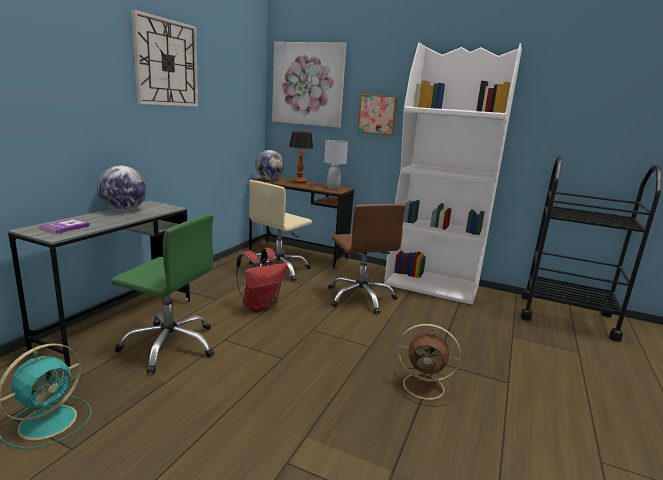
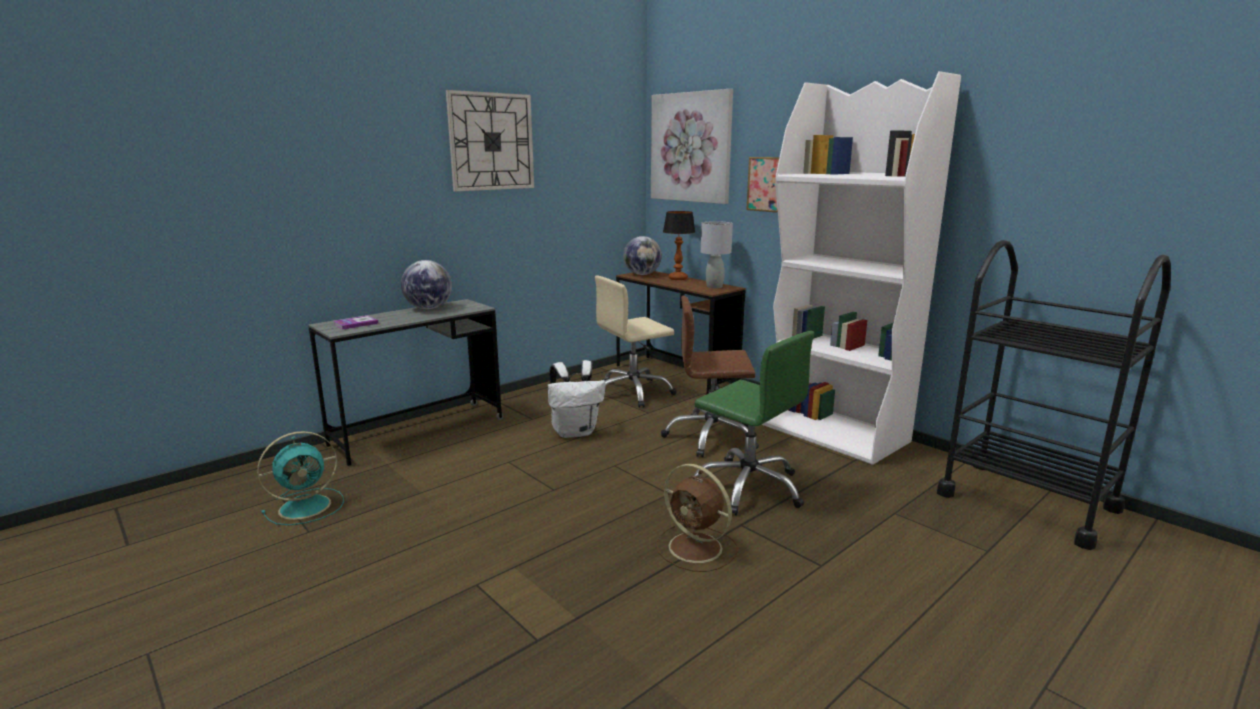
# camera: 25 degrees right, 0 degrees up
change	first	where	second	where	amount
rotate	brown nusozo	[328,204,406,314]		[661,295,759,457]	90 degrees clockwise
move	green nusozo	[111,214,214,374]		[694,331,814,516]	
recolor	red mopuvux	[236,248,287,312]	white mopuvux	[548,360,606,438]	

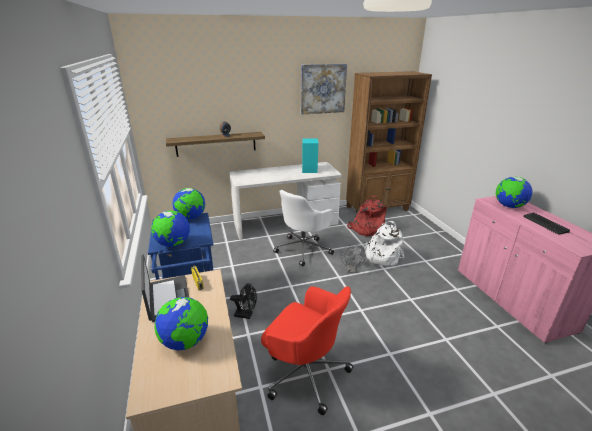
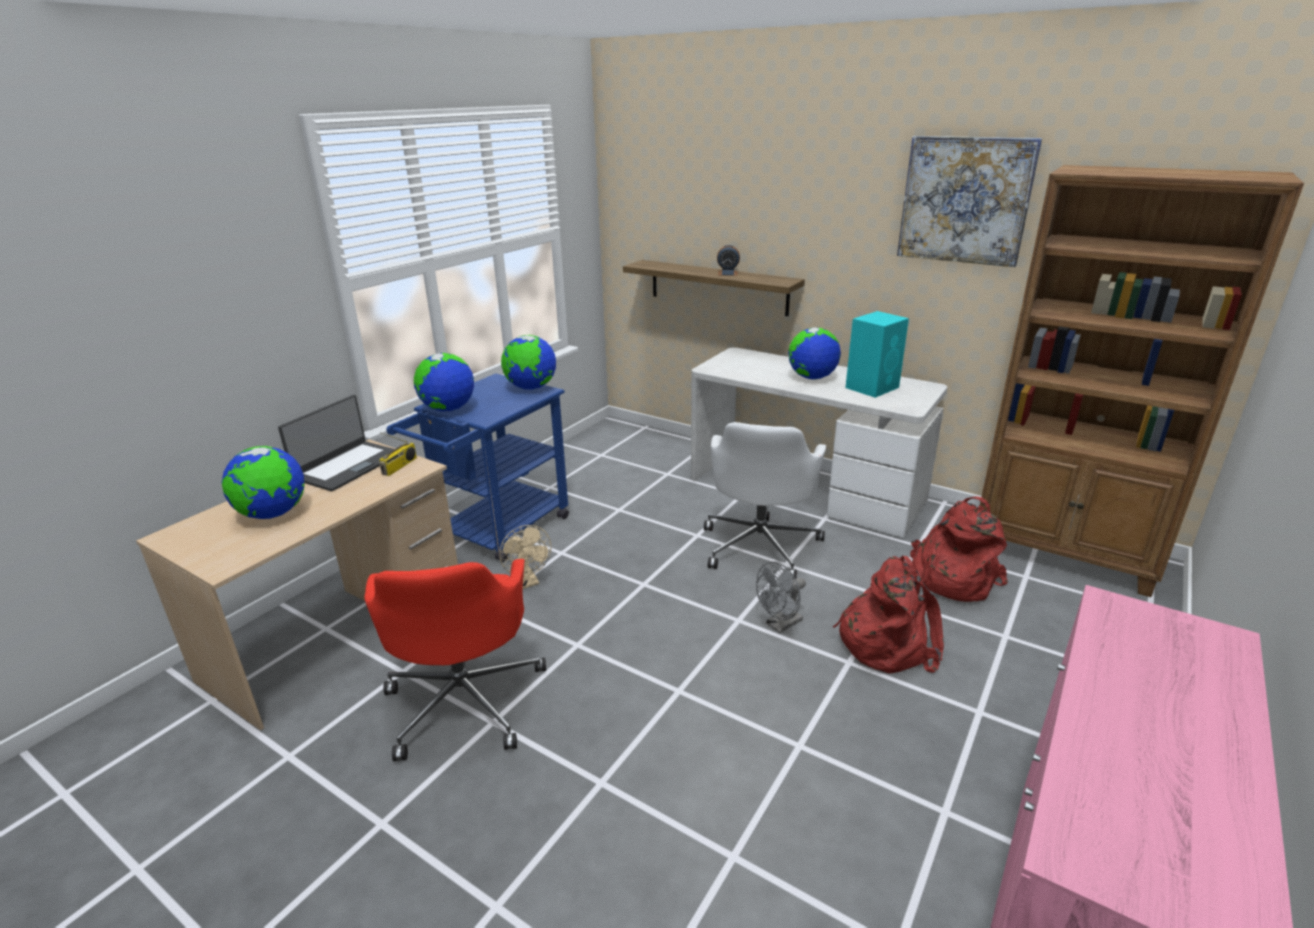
# camera: 50 degrees right, 0 degrees up
change	first	where	second	where	amount
move	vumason	[496,176,532,208]		[788,328,841,380]	
rotate	white nusozo	[273,190,334,266]		[704,422,826,579]	75 degrees counterclockwise
delete	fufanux	[523,213,570,234]			
recolor	white mopuvux	[364,221,405,266]	red mopuvux	[833,556,944,674]	
recolor	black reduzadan	[230,283,257,319]	beige reduzadan	[499,525,551,589]	

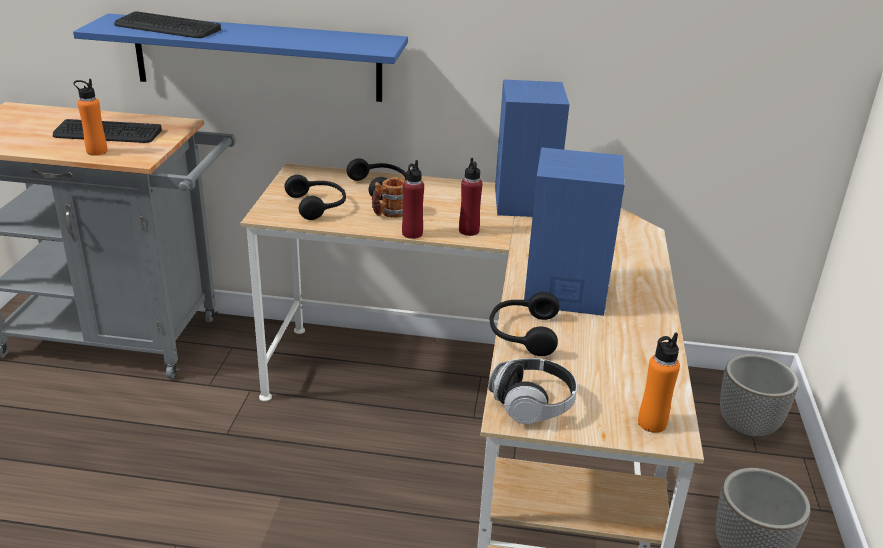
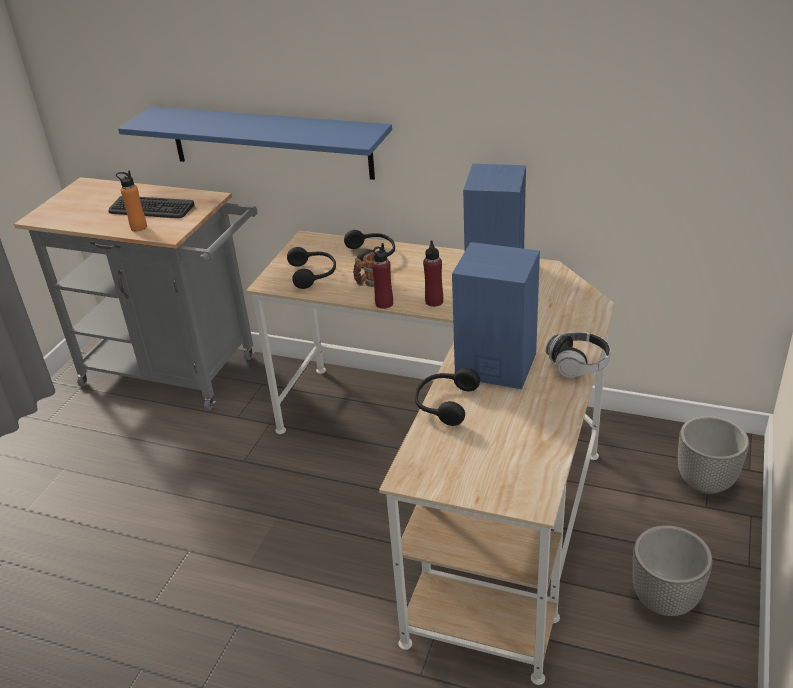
# camera: 15 degrees right, 5 degrees up
change	first	where	second	where	amount
delete	fufanux	[114,11,221,38]			
delete	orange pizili	[638,333,680,433]			
move	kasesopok	[488,358,577,424]		[546,332,611,378]	

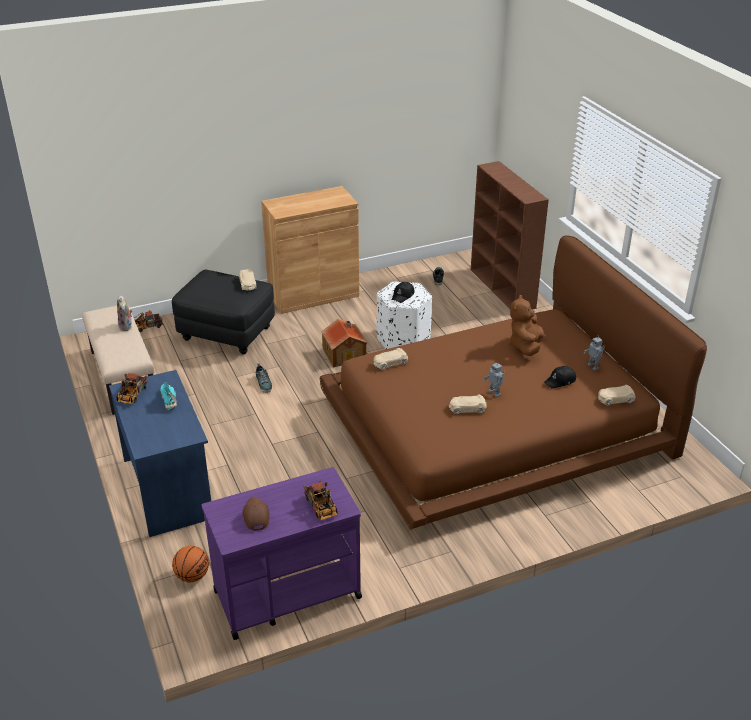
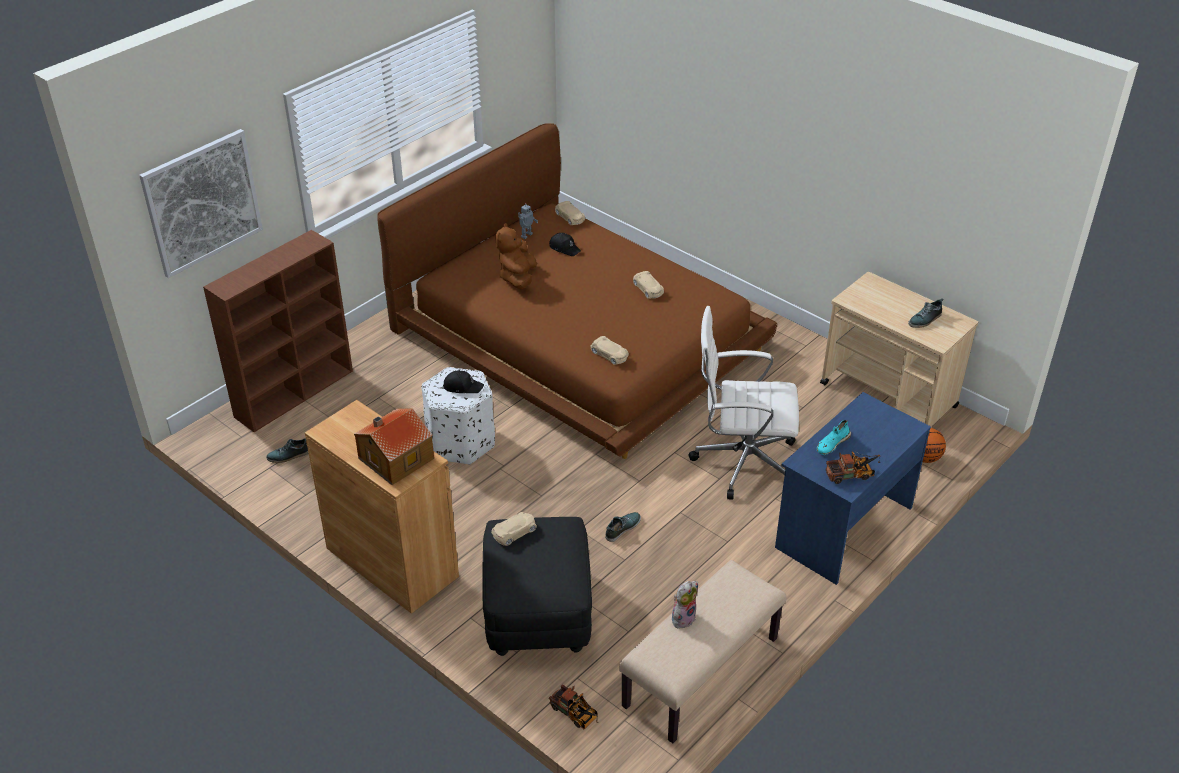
# camera: 115 degrees left, 5 degrees up
change	first	where	second	where	amount
rotate	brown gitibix	[509,295,544,356]		[495,223,537,289]	105 degrees clockwise
move	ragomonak	[321,319,367,367]		[354,409,434,485]	
delete	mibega	[484,361,505,397]			
recolor	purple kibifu	[201,467,362,640]	beige kibifu	[820,272,978,427]	
delete	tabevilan	[304,481,338,520]			
replace	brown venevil	[243,497,270,531]	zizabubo	[908,298,944,328]	
insert			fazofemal	[139,129,263,278]	
insert			white nusozo	[688,306,799,500]	

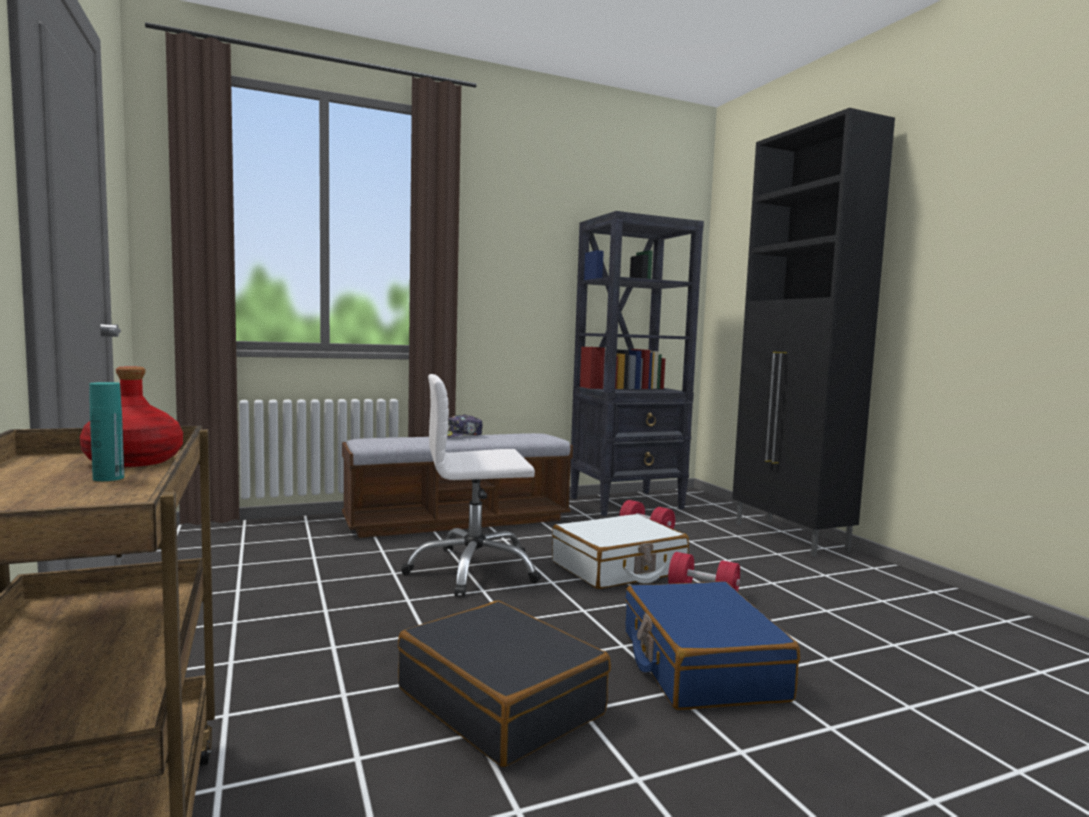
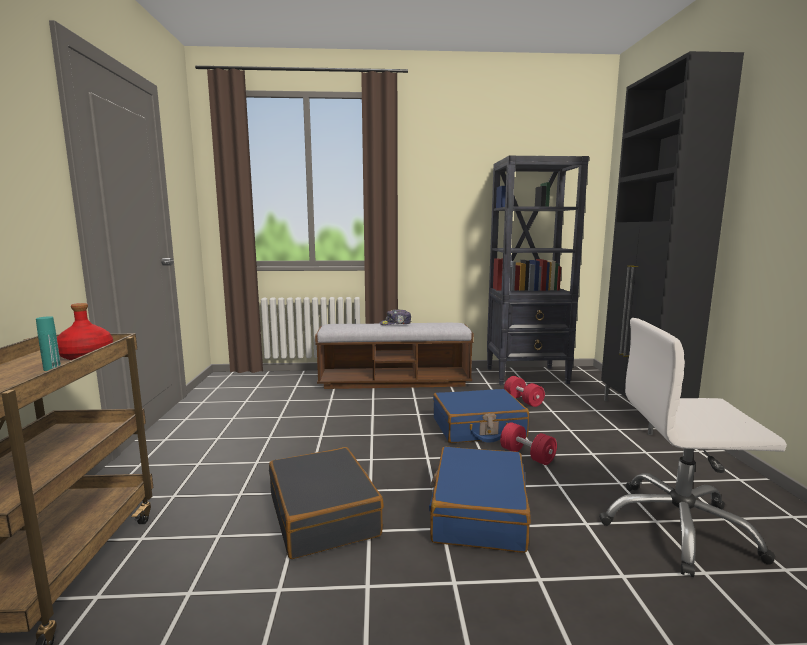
# camera: 20 degrees right, 5 degrees up
change	first	where	second	where	amount
move	white nusozo	[401,374,541,597]		[599,318,787,577]	
recolor	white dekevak	[552,514,689,589]	blue dekevak	[433,389,529,443]	

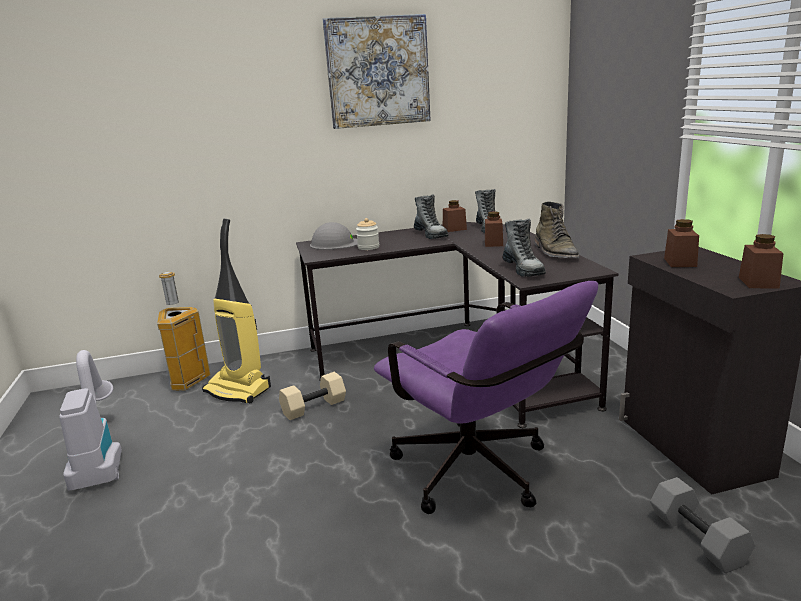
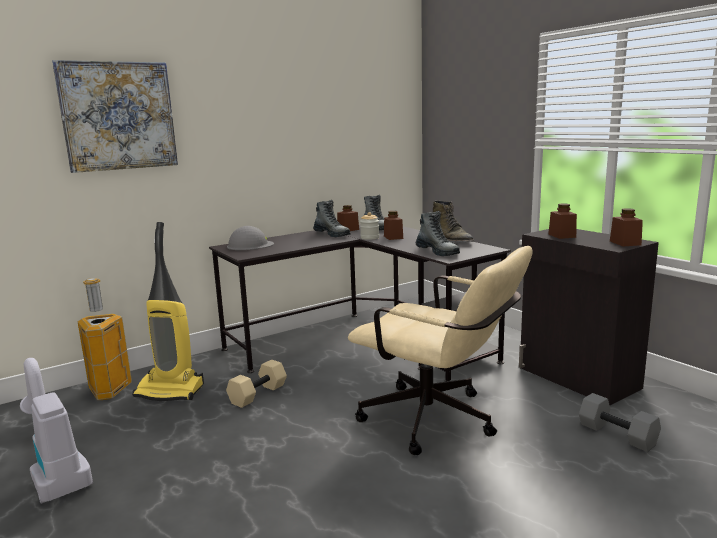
# camera: 20 degrees left, 5 degrees down
change	first	where	second	where	amount
move	fazofemal	[323,14,431,129]		[52,60,178,173]	
move	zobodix	[356,218,379,250]		[360,212,379,240]	
recolor	purple nusozo	[374,281,598,514]	beige nusozo	[348,246,532,455]	

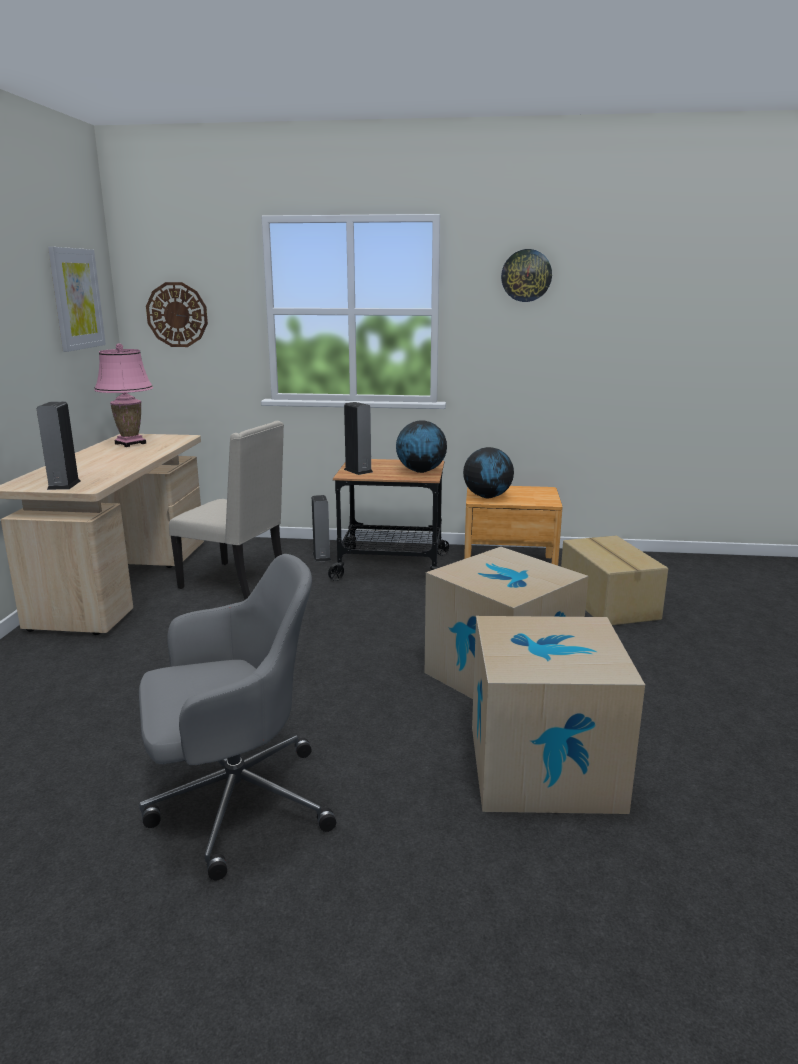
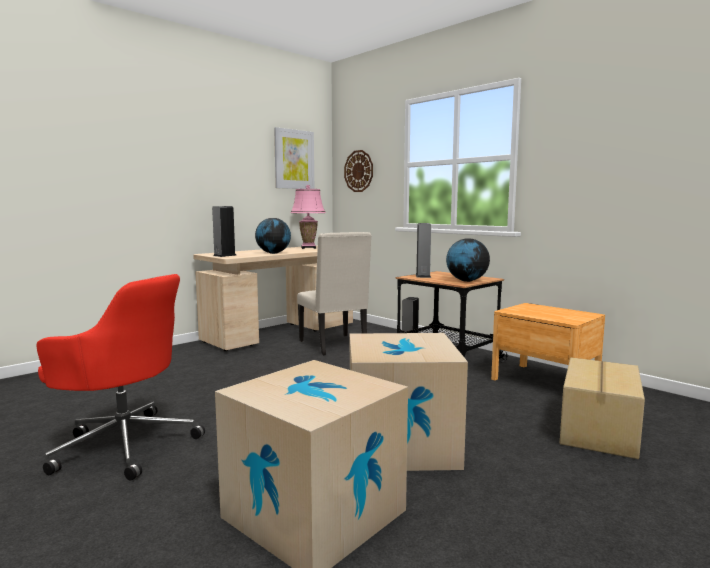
# camera: 40 degrees right, 10 degrees down
change	first	where	second	where	amount
delete	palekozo	[501,249,552,302]			
move	vumason	[463,447,514,498]		[255,218,291,254]	
recolor	grey nusozo	[139,554,336,881]	red nusozo	[37,274,205,481]	

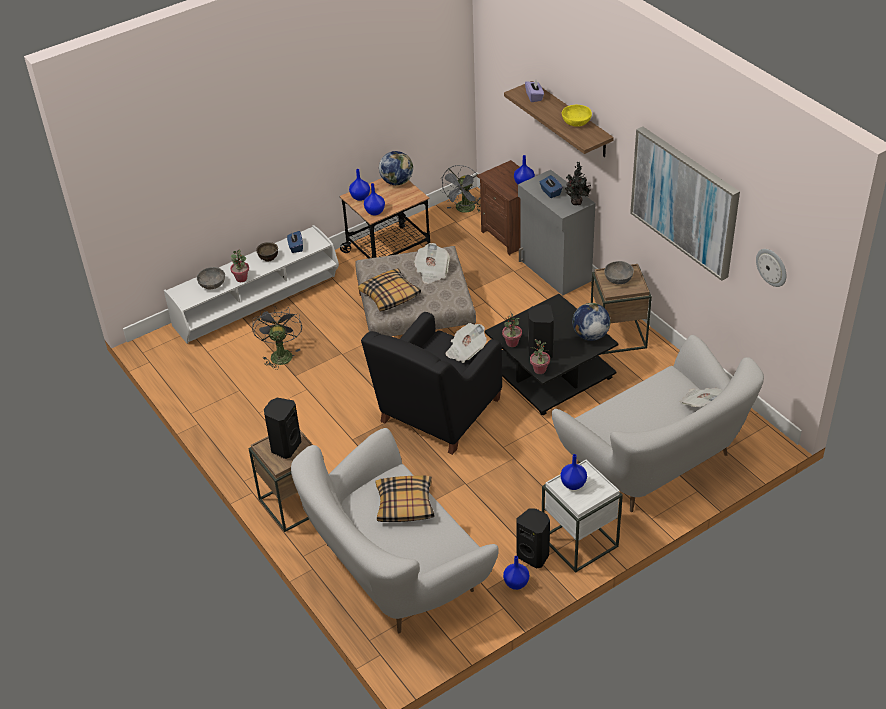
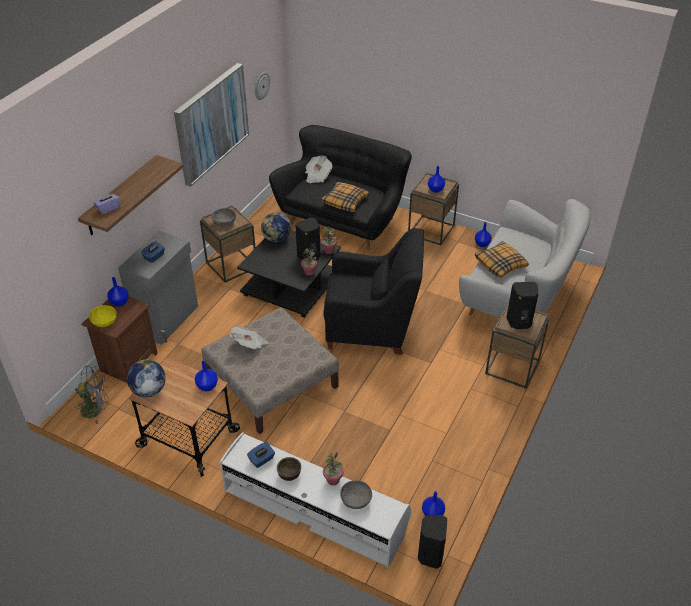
# camera: 120 degrees left, 0 degrees up
change	first	where	second	where	amount
move	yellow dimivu	[562,105,592,127]		[89,305,117,327]	
delete	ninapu	[565,162,591,206]			
move	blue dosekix	[349,169,370,201]		[422,491,445,516]	
move	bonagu	[358,268,421,311]		[321,182,369,212]	
delete	grey reduzadan	[252,306,302,370]			
delete	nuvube	[445,323,487,363]			
recolor	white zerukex	[552,335,764,512]	black zerukex	[269,125,412,249]	
recolor	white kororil	[542,460,623,573]	brown kororil	[408,173,459,245]	
move	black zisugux	[517,509,550,569]		[418,515,447,569]	

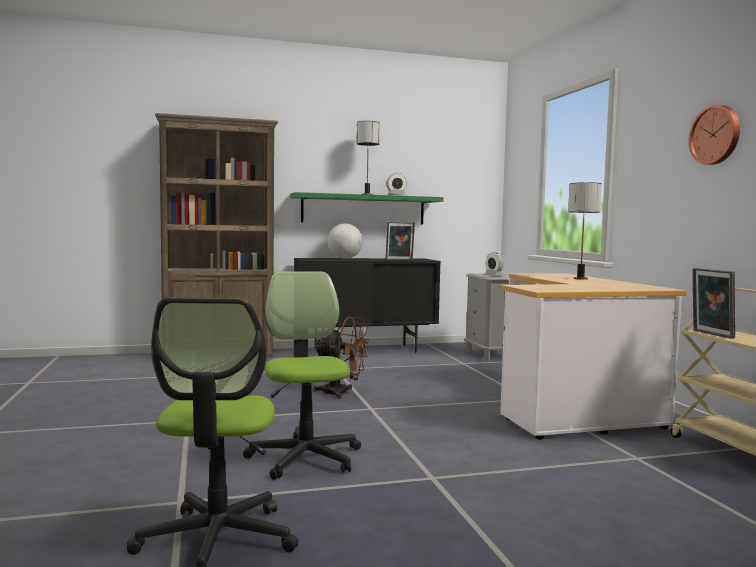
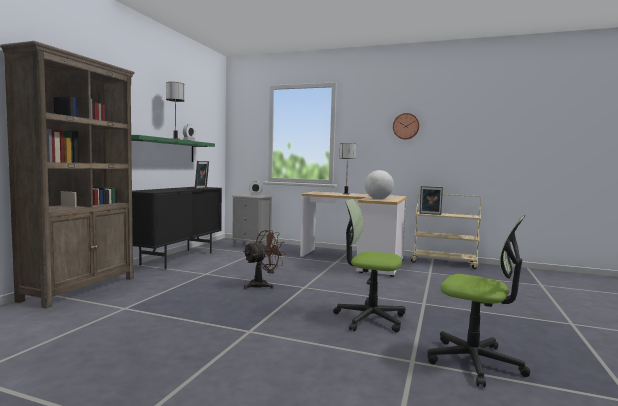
# camera: 55 degrees left, 0 degrees up
change	first	where	second	where	amount
move	vumason	[328,223,363,259]		[365,170,394,199]	

